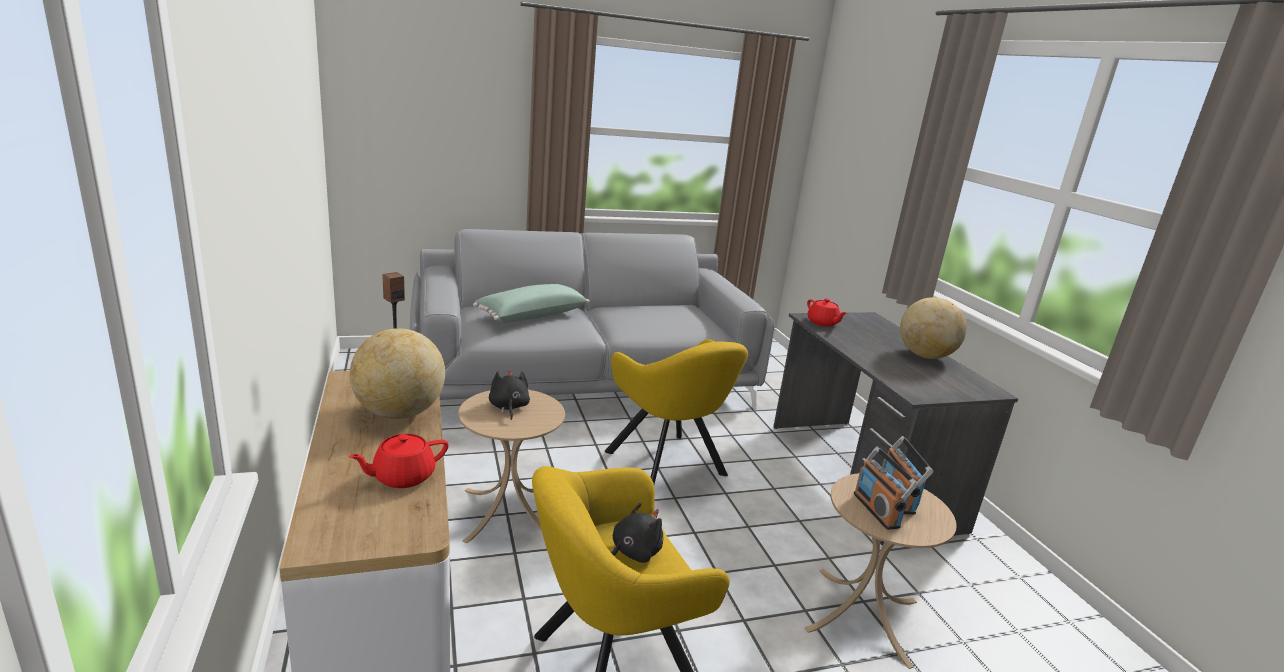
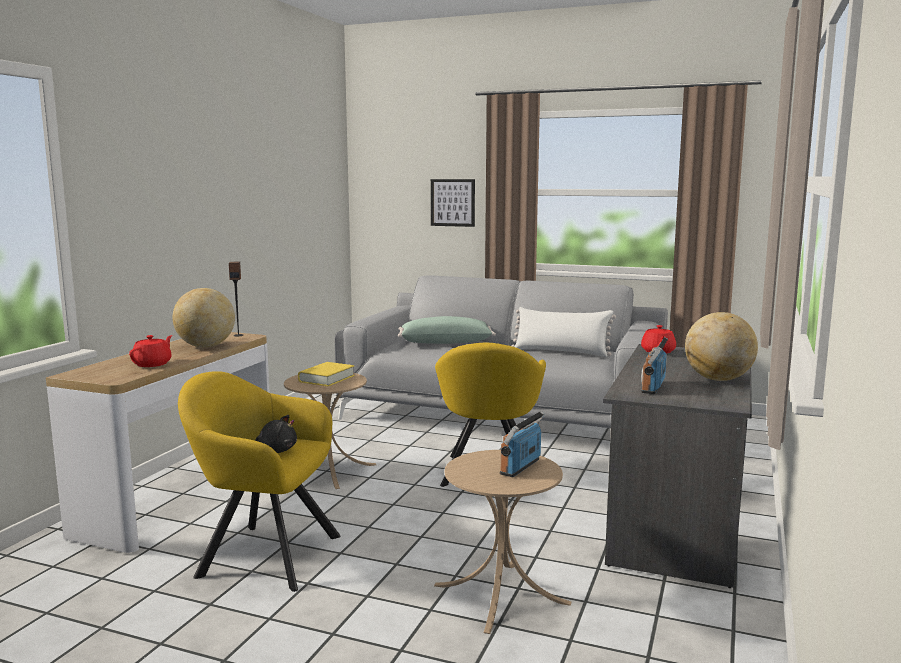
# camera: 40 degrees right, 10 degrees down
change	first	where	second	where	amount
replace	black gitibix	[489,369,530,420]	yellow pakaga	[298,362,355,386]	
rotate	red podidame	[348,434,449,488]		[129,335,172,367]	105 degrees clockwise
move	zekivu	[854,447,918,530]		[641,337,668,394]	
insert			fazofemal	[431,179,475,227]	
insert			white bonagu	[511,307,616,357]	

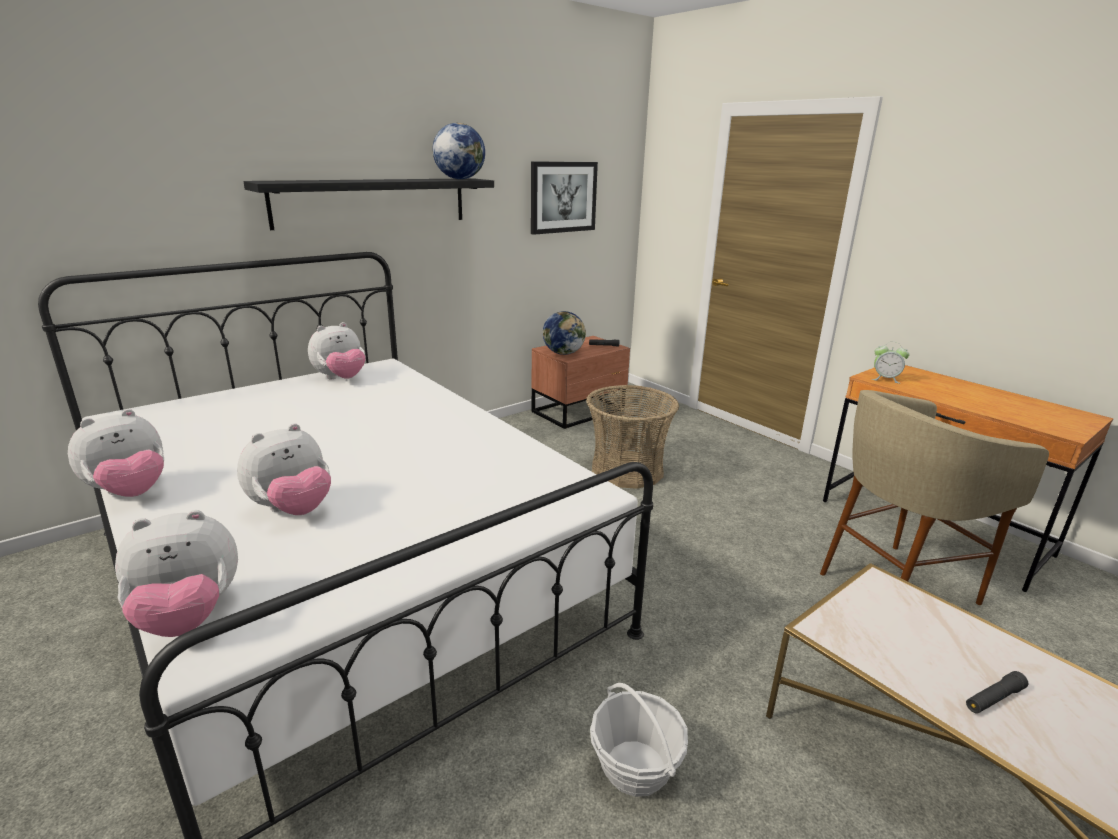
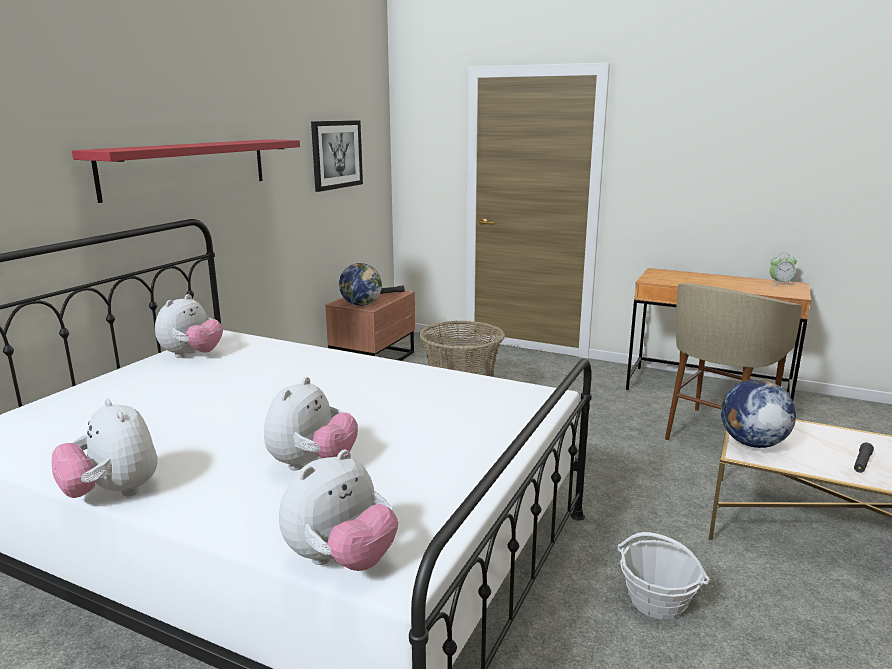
# camera: 25 degrees left, 5 degrees down
change	first	where	second	where	amount
move	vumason	[432,123,485,179]		[721,379,796,448]	
recolor	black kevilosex	[243,178,494,230]	red kevilosex	[72,139,300,203]	
move	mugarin	[872,342,909,383]		[770,254,797,285]	
rotate	gitibix	[68,409,164,497]		[52,399,157,498]	120 degrees clockwise

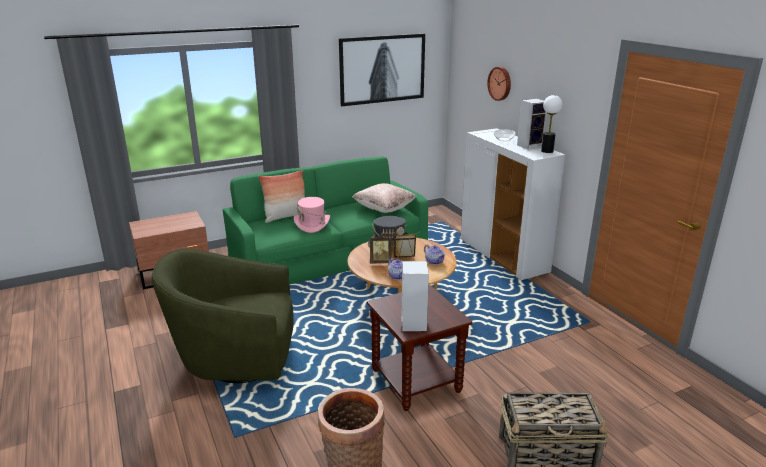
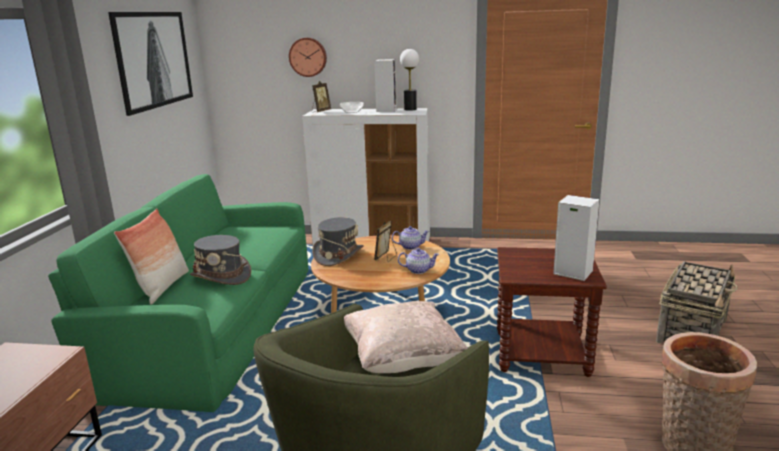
# camera: 55 degrees left, 5 degrees down
change	first	where	second	where	amount
move	beige bonagu	[352,183,417,213]		[344,301,468,373]	
recolor	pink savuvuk	[294,197,330,233]	grey savuvuk	[190,235,251,285]	
move	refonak	[370,235,392,264]		[312,81,331,112]	

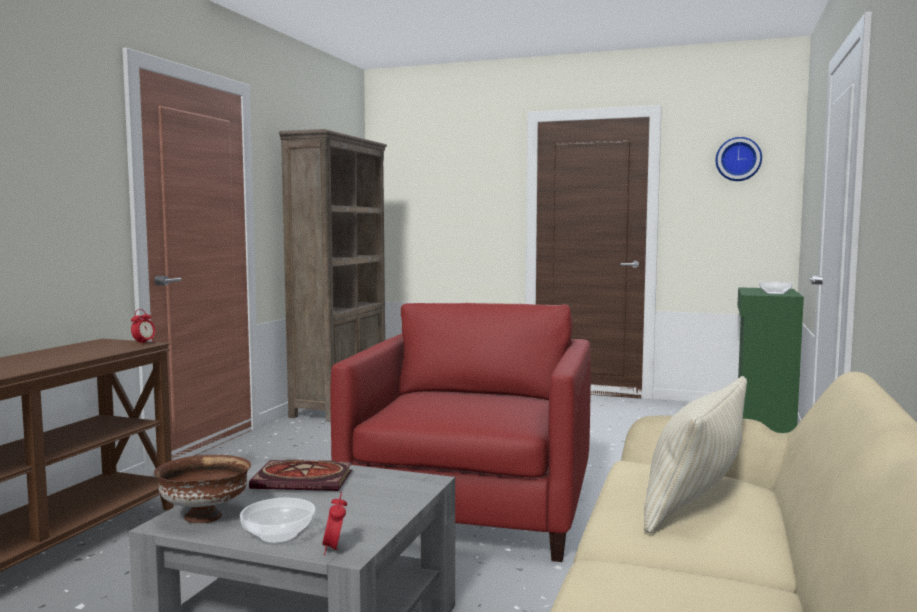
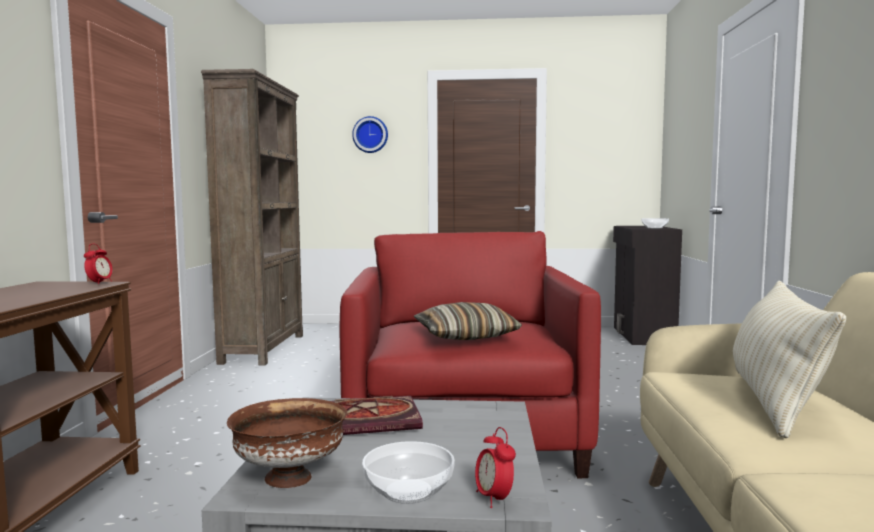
# camera: 15 degrees left, 0 degrees up
change	first	where	second	where	amount
move	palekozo	[716,137,762,181]		[352,116,388,153]	
recolor	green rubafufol	[737,287,804,433]	black rubafufol	[613,226,682,345]	
insert			bonagu	[414,302,522,340]	

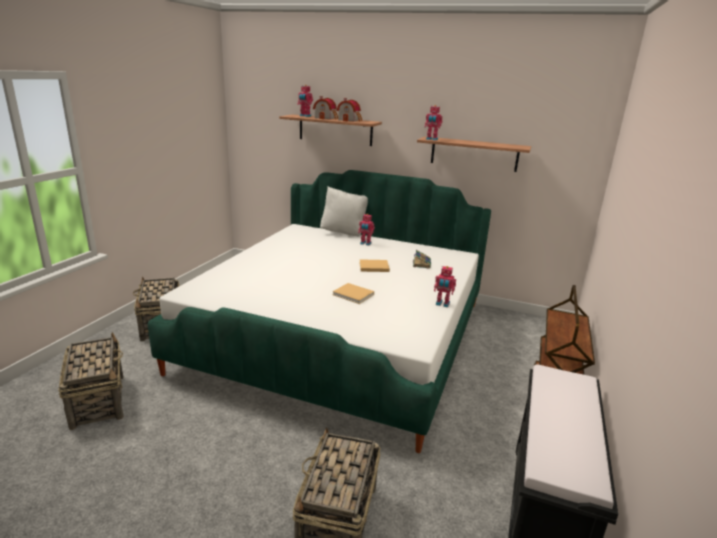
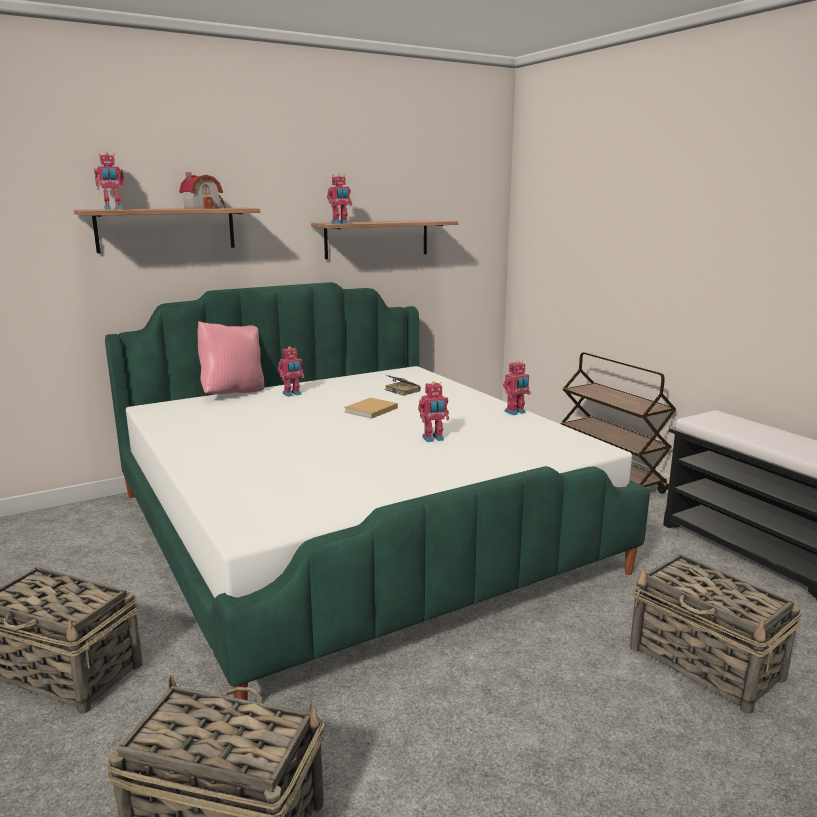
# camera: 50 degrees left, 5 degrees down
change	first	where	second	where	amount
delete	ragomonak	[313,96,338,119]			
recolor	white bonagu	[320,187,368,236]	pink bonagu	[197,321,264,394]	
replace	beige pakaga	[332,283,374,304]	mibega	[418,382,449,442]	

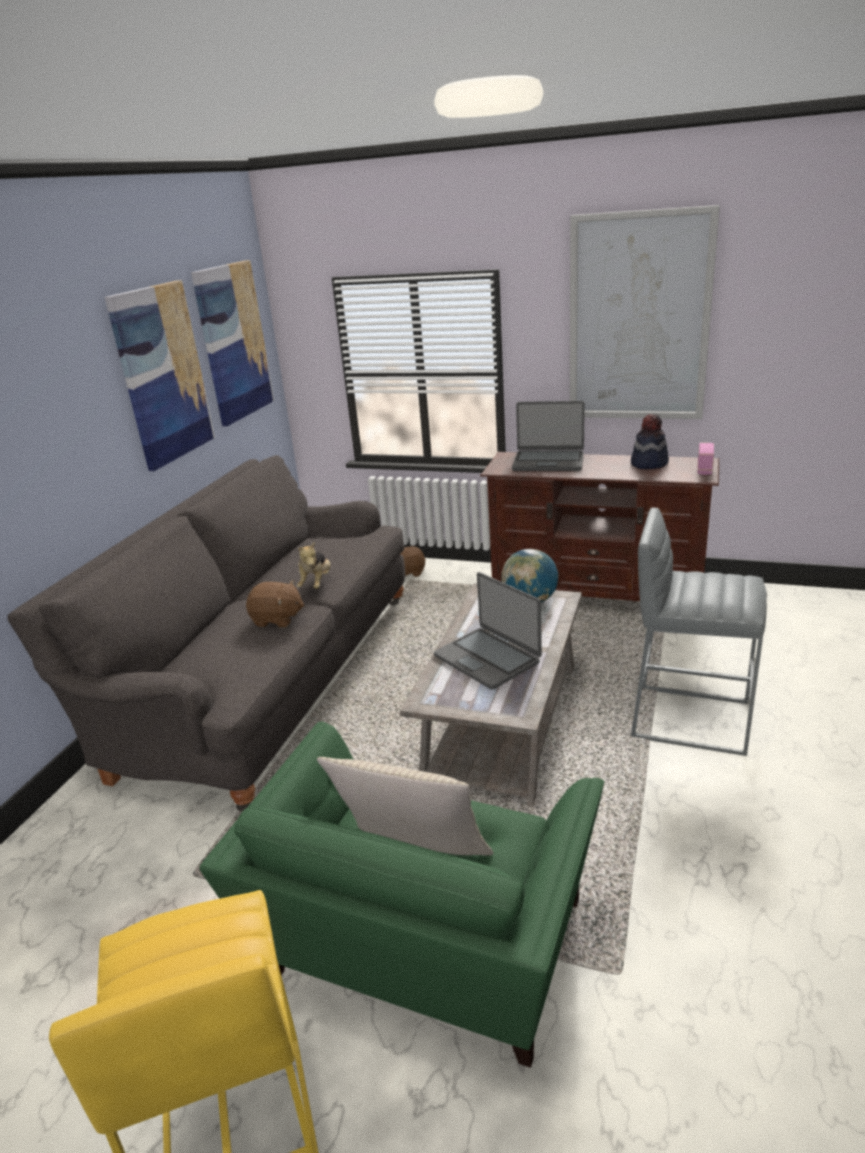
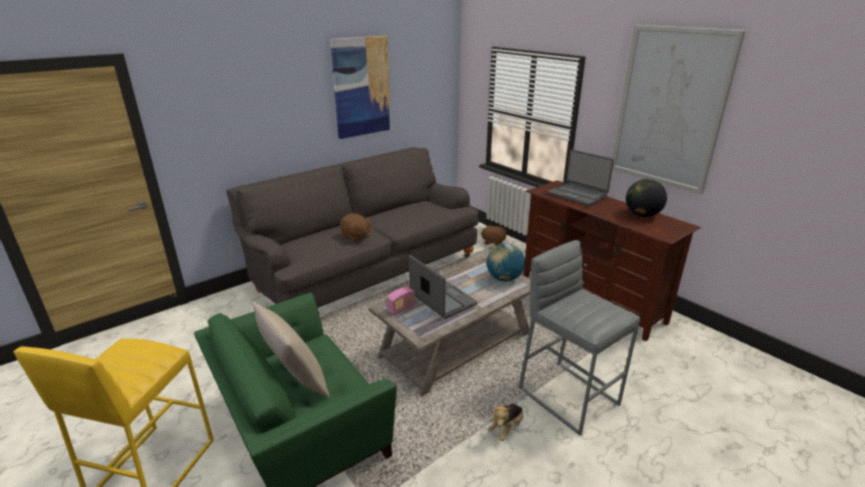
# camera: 30 degrees right, 0 degrees up
change	first	where	second	where	amount
delete	fazofemal	[191,260,274,426]			
replace	savuvuk	[631,414,669,469]	vumason	[626,179,667,217]	
move	zekivu	[697,443,714,475]		[387,287,415,315]	
move	gitibix	[297,542,331,589]		[488,404,523,441]	
rotate	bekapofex	[434,572,542,690]		[409,255,477,319]	150 degrees clockwise

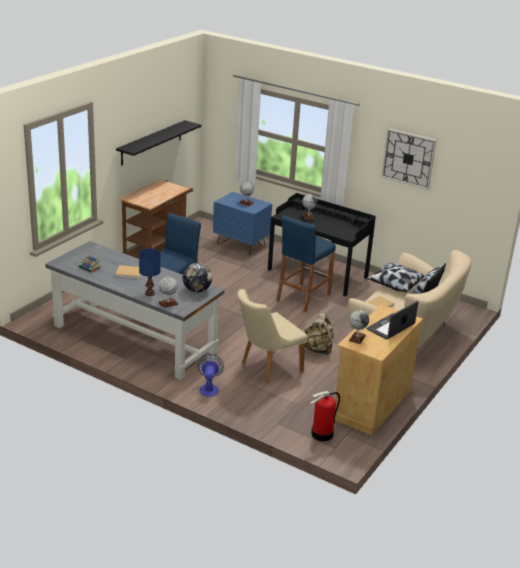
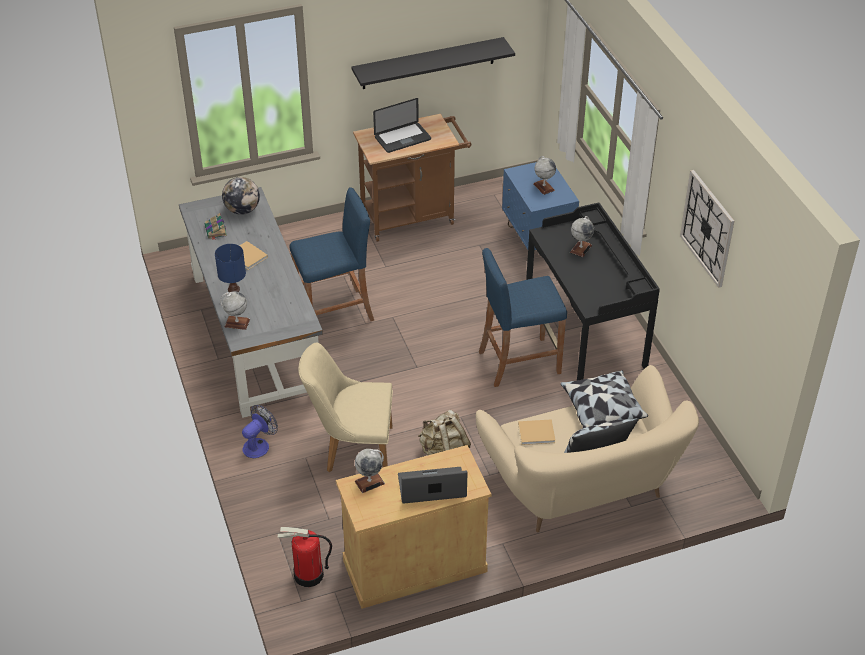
# camera: 40 degrees right, 15 degrees up
change	first	where	second	where	amount
move	vumason	[183,263,212,292]		[222,177,260,215]	
insert			bekapofex	[373,98,431,153]	

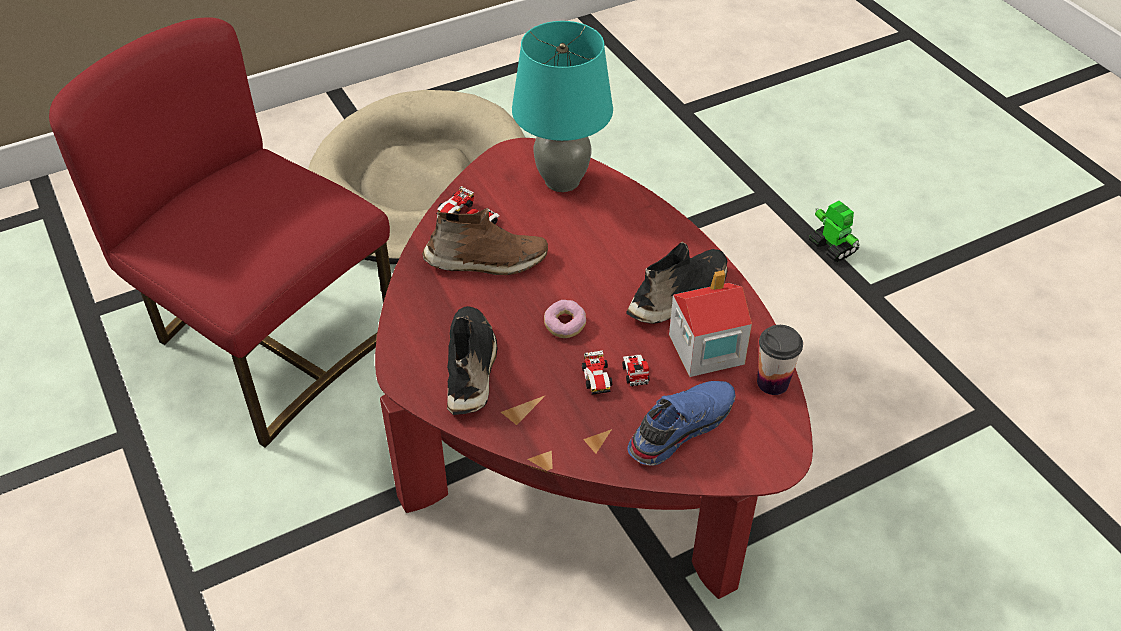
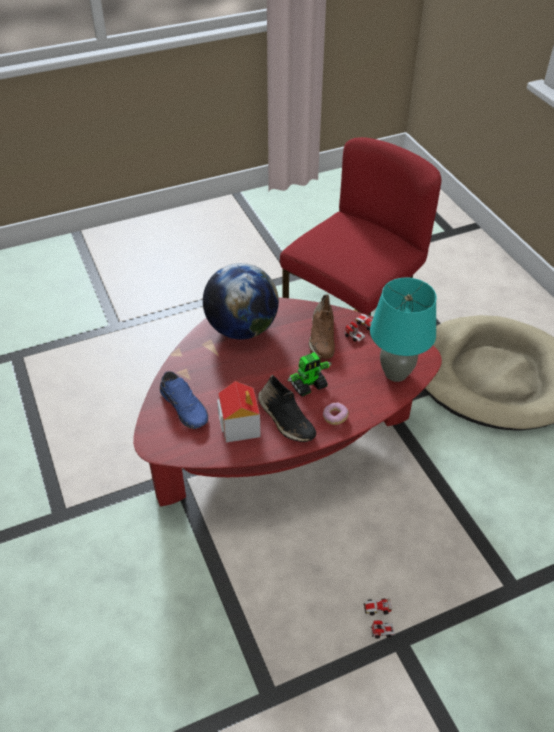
# camera: 95 degrees right, 0 degrees up
change	first	where	second	where	amount
move	mibega	[809,201,860,262]		[287,352,331,397]	
move	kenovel	[544,300,586,338]		[323,403,349,425]	
replace	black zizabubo	[447,306,498,415]	vumason	[203,263,279,340]	
delete	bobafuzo	[757,325,803,395]			
move	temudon	[582,350,650,394]		[364,598,395,639]	

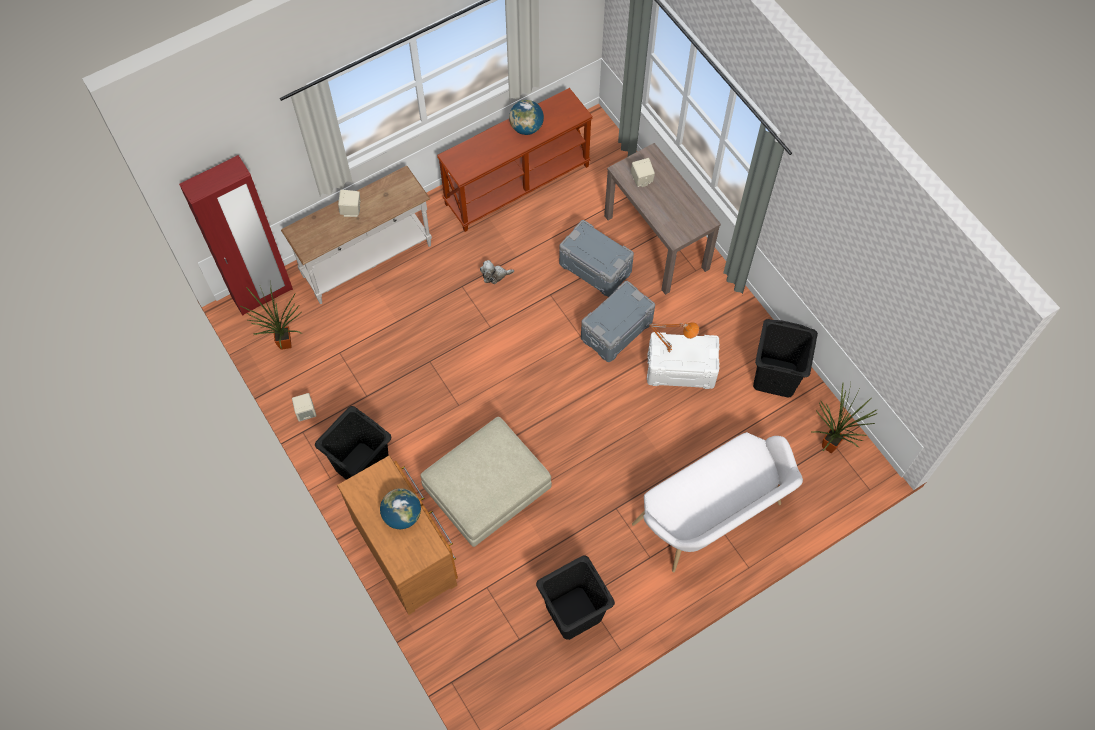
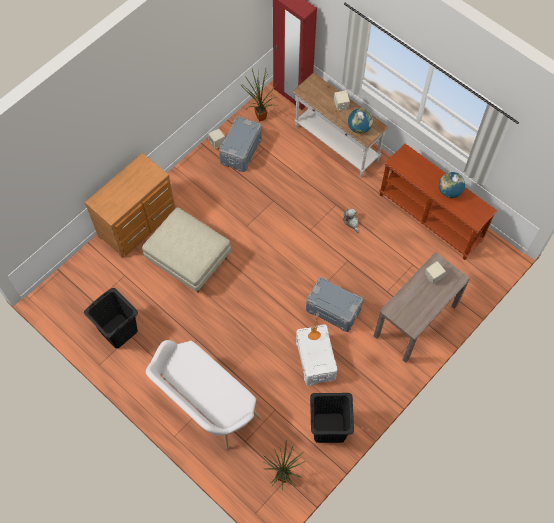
# camera: 75 degrees right, 0 degrees up
change	first	where	second	where	amount
move	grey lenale	[559,220,634,297]		[219,116,262,172]	
delete	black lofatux	[315,406,391,480]			
move	vumason	[380,488,421,529]		[348,108,373,134]	

